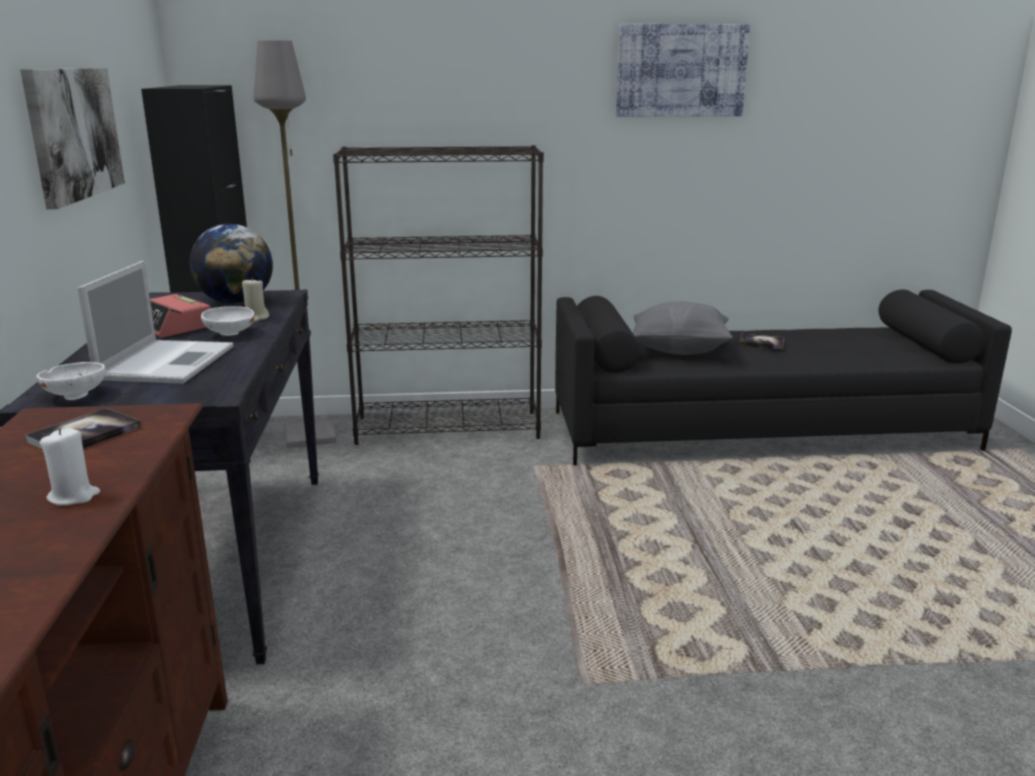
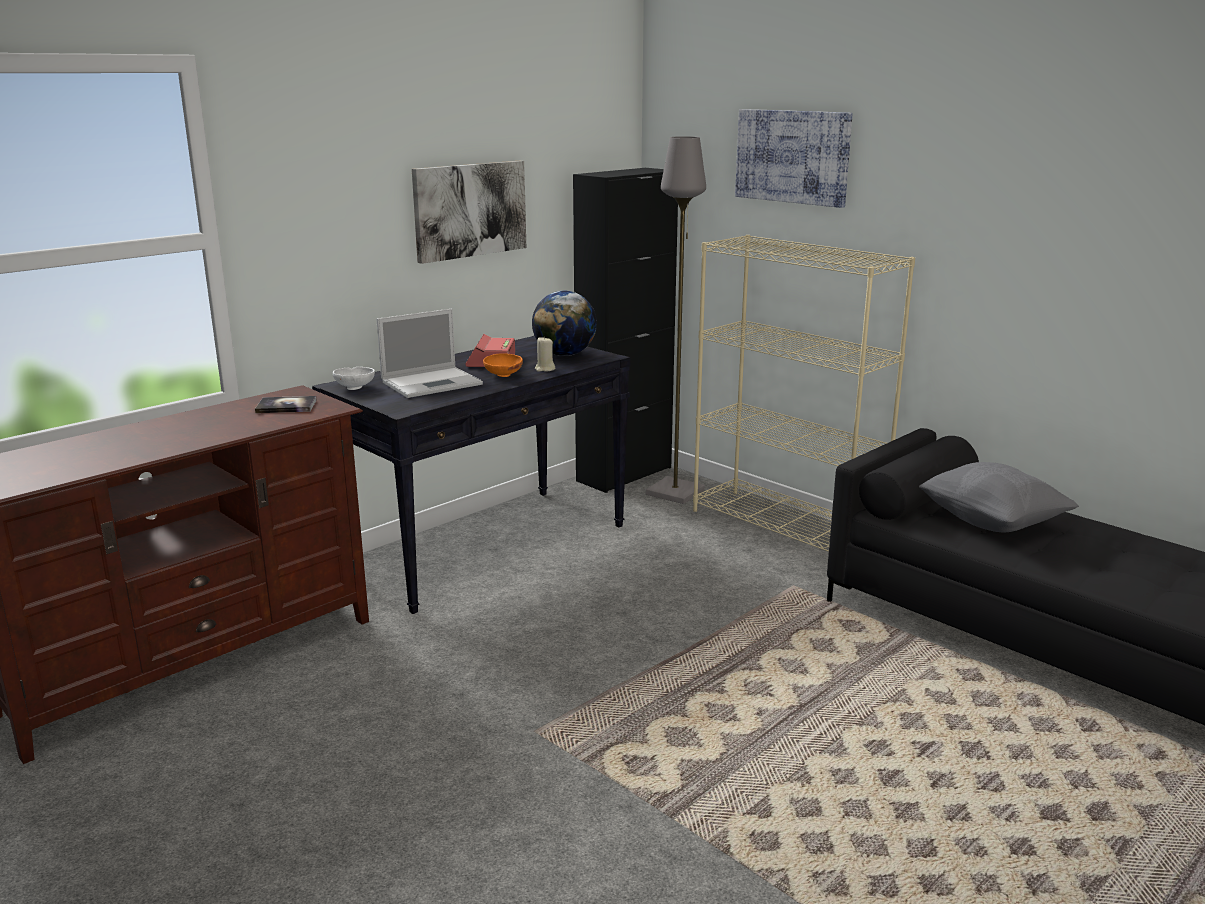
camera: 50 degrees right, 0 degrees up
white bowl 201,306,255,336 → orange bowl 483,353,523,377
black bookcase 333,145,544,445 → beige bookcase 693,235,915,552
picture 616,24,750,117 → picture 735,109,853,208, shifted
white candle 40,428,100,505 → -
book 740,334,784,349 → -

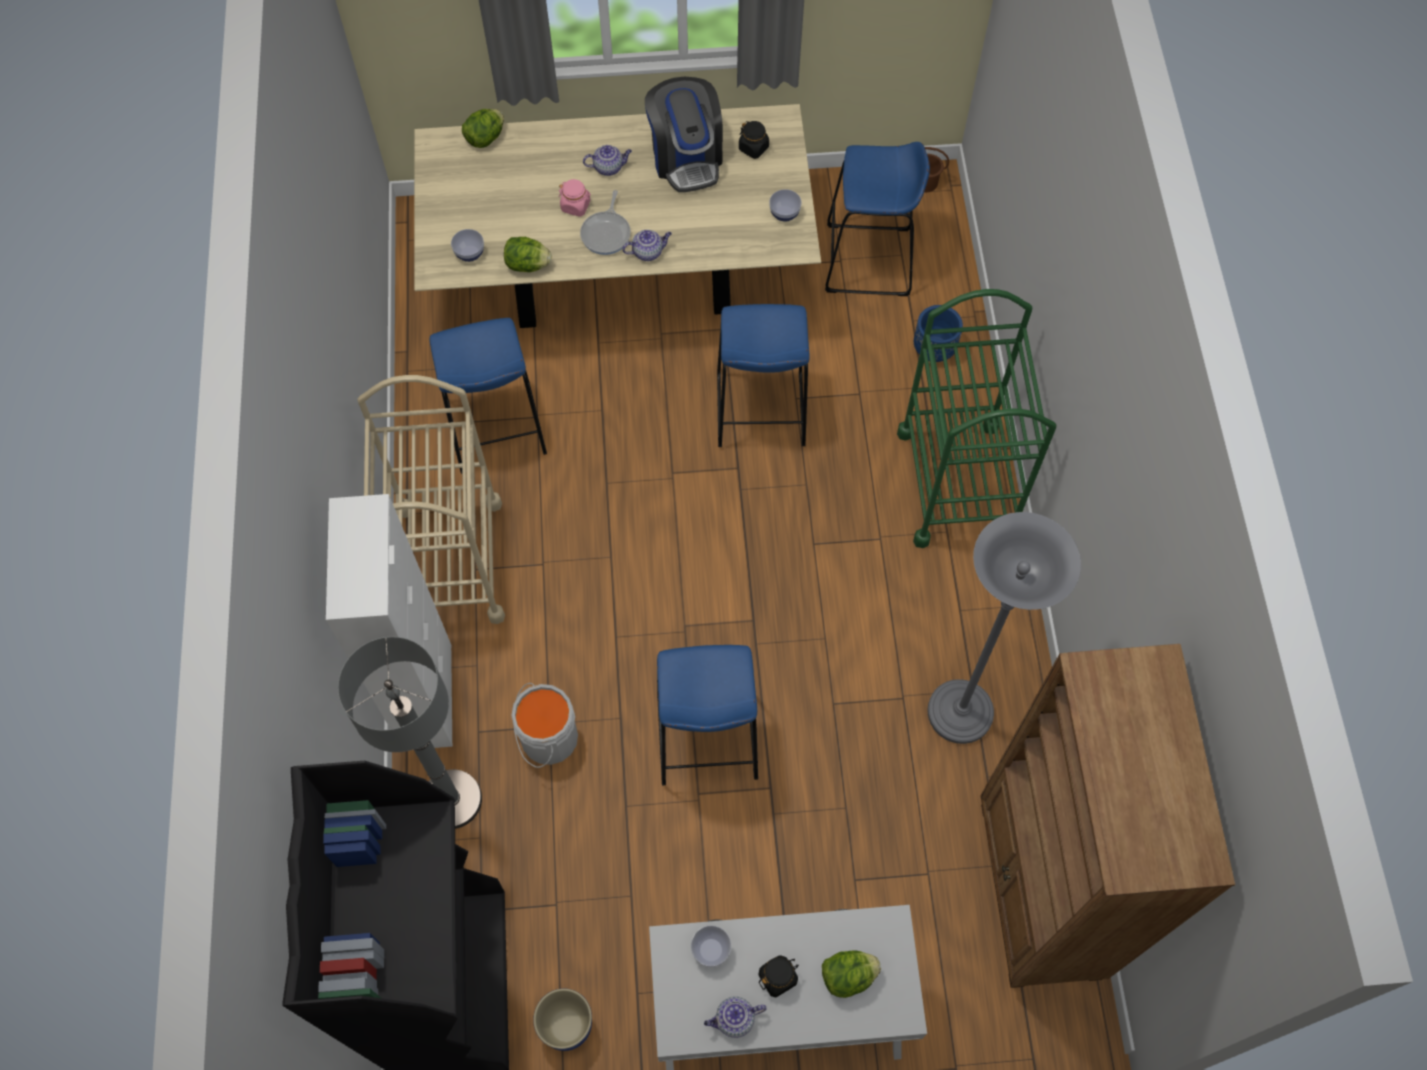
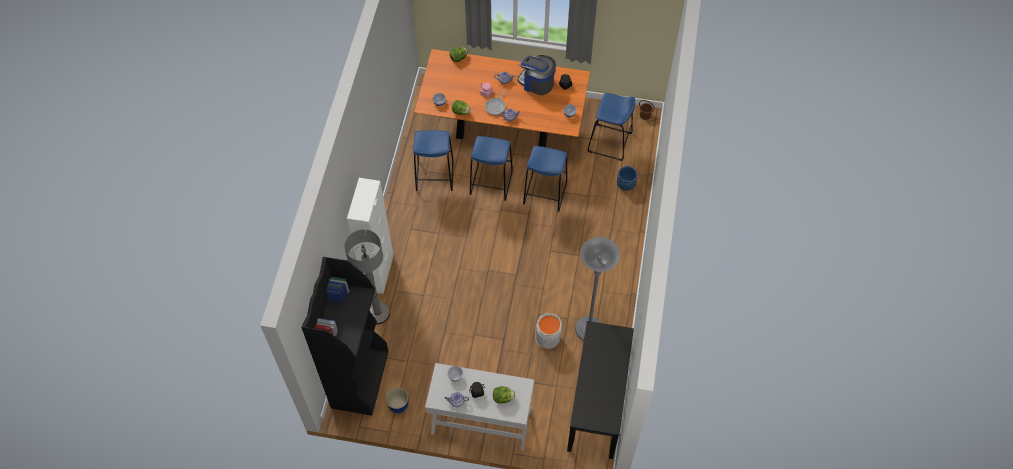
camera: 15 degrees right, 5 degrees down
beige dining table 414,104,821,328 → orange dining table 414,49,590,147
blue stool 657,645,758,786 → blue stool 470,136,513,201, shifted
coffee machine 645,77,723,192 → coffee machine 517,55,556,95, 120 degrees clockwise
grey bucket 511,683,578,768 → grey bucket 535,312,562,349, shifted
brown bookcase 980,644,1235,988 → black console table 567,321,634,459
beige cart 357,375,505,624 → -
green cart 897,289,1056,548 → -

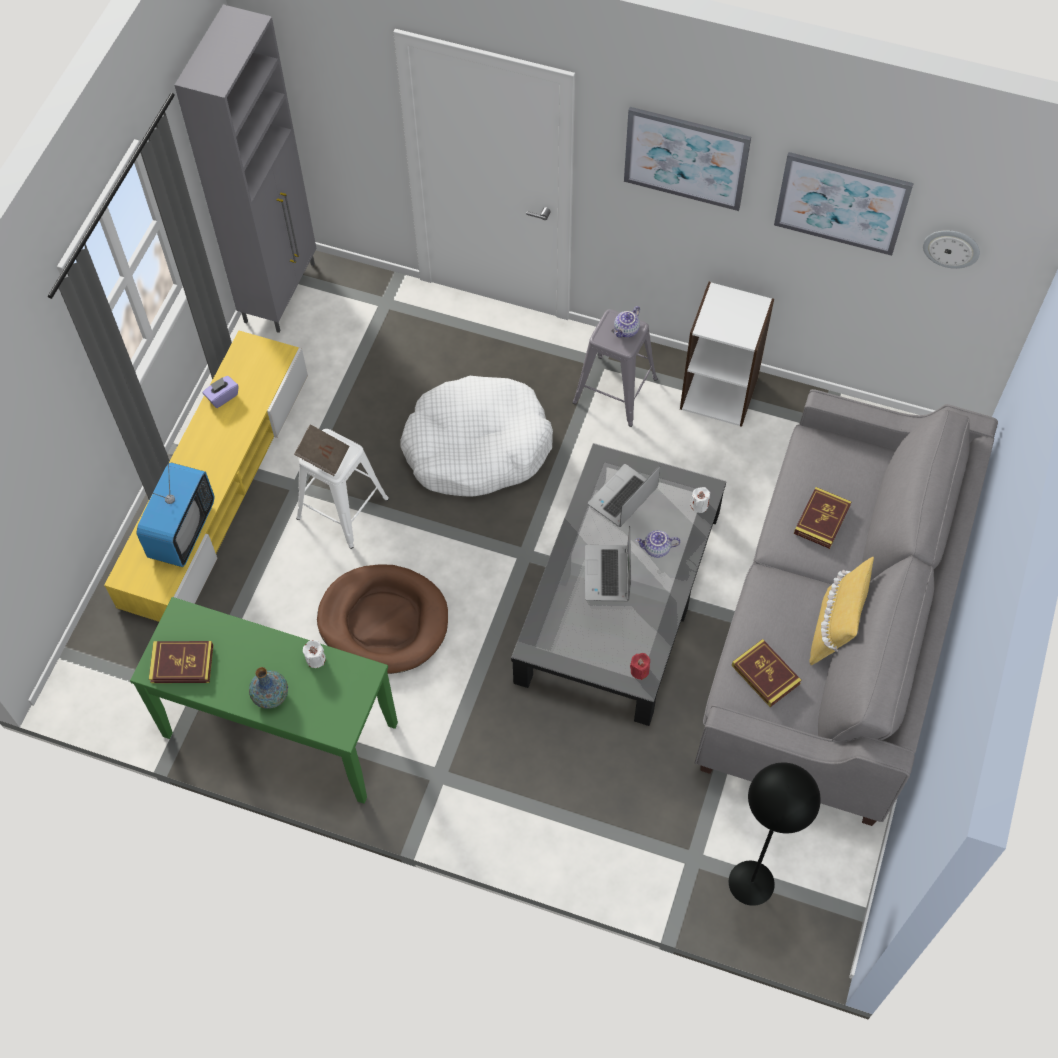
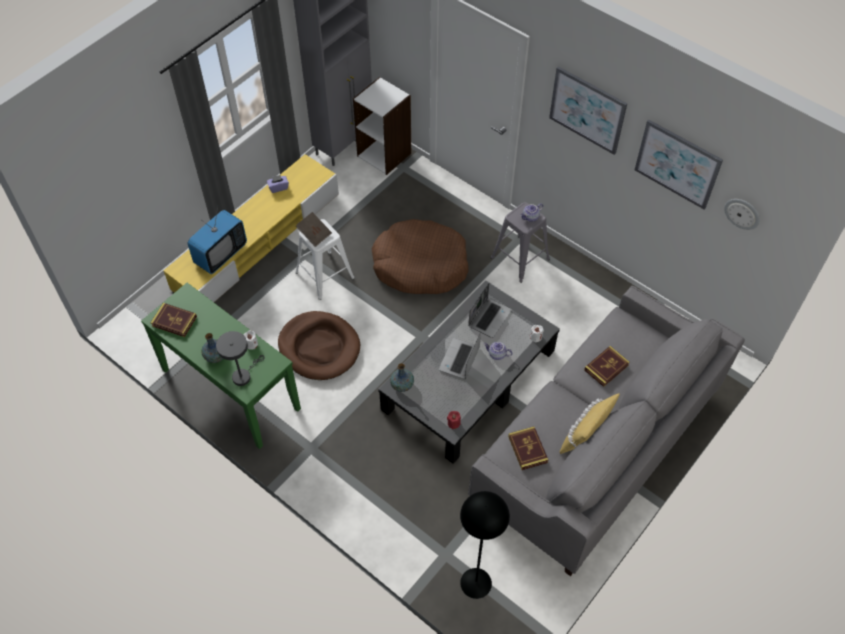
camera: 20 degrees right, 5 degrees down
- → grey table lamp 216,331,264,386
white bookcase 680,282,774,427 → white bookcase 353,77,411,175, shifted
white dog bed 401,376,553,497 → brown dog bed 372,219,469,294
- → vase 390,363,414,392
laptop 588,464,660,527 → laptop 468,283,512,338, 150 degrees clockwise

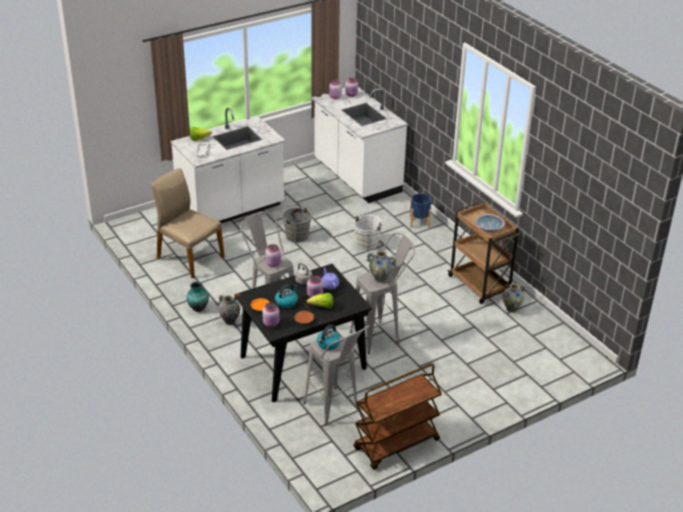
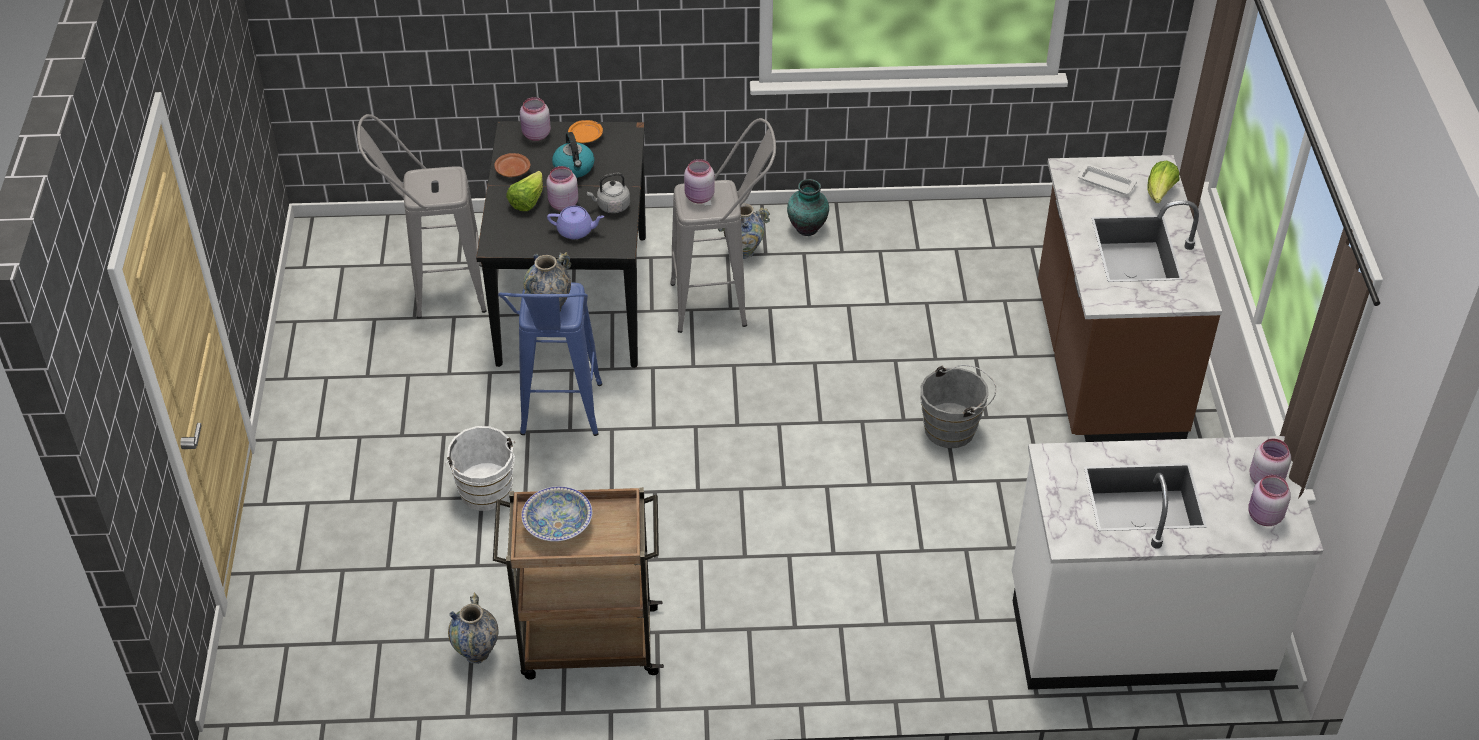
camera: 120 degrees right, 10 degrees up
white bucket 353,213,385,250 → white bucket 445,426,516,511, shifted
grey stool 350,232,415,354 → blue stool 498,282,602,436
white counter 171,108,285,223 → brown counter 1038,155,1222,442
beige chair 151,168,225,278 → -
kettle 317,324,341,350 → -
brown cart 354,363,442,470 → -
blue planter 409,193,431,228 → -

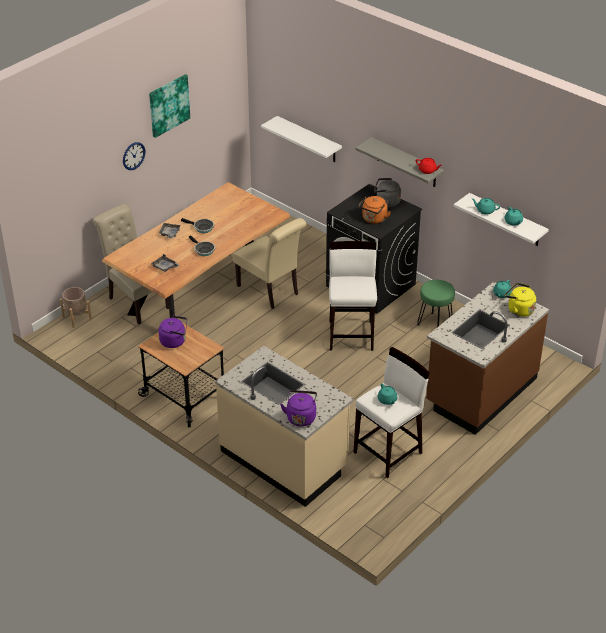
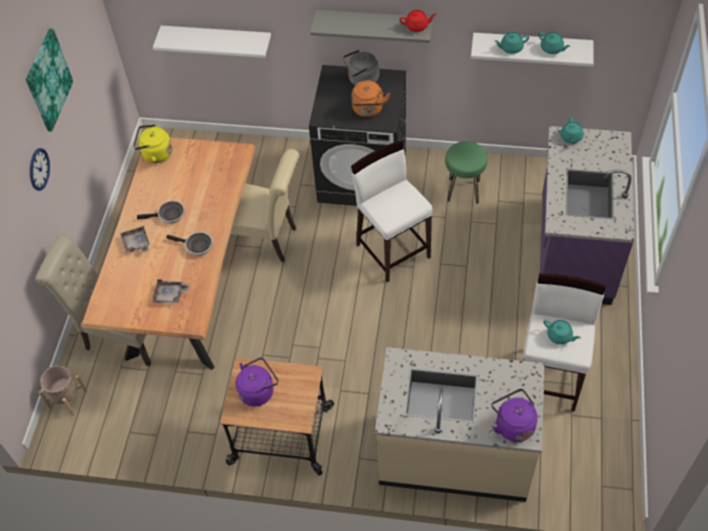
camera: 30 degrees left, 15 degrees up
yellow kettle 505,283,536,317 → yellow kettle 133,124,172,163, shifted
brown counter 426,282,549,435 → purple counter 540,126,634,305

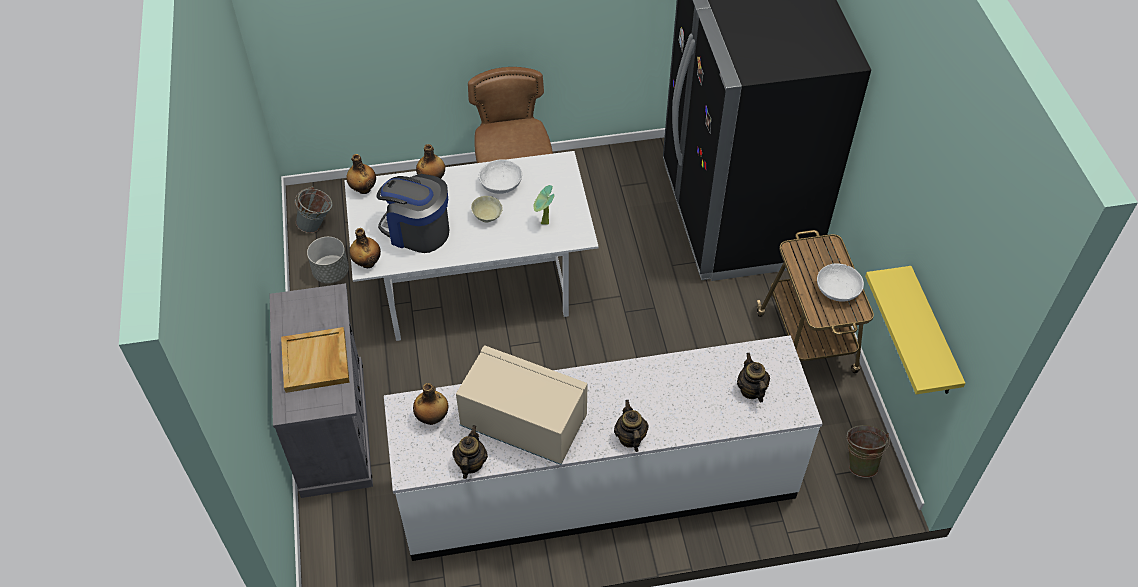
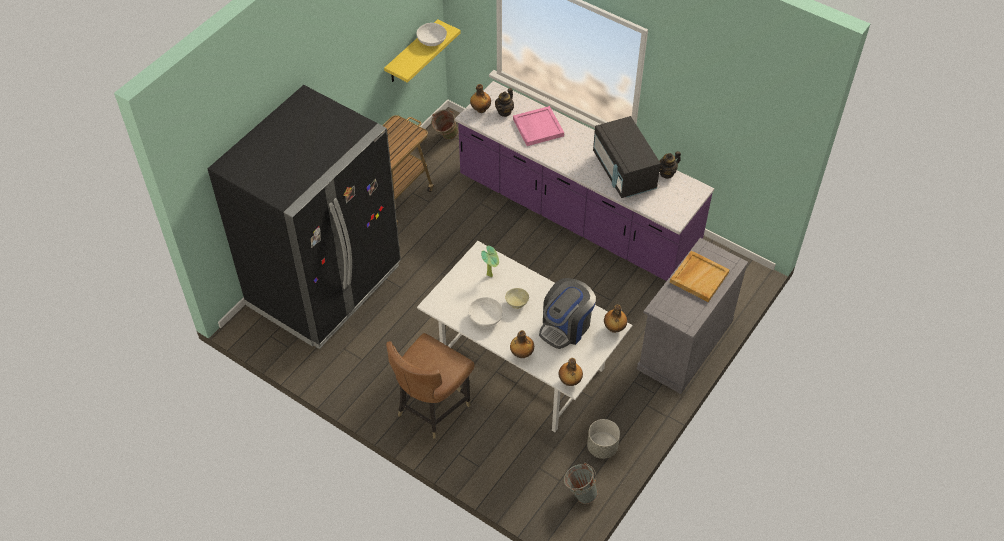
camera: 135 degrees left, 0 degrees up
white bowl 817,263,864,301 → white bowl 416,23,447,46, shifted
white counter 384,335,823,561 → purple counter 455,81,714,281
bottle 413,383,448,425 → bottle 470,84,491,113, shifted
- → pink tray 513,106,564,146
coffee machine 377,174,449,253 → coffee machine 539,278,596,349, 60 degrees clockwise
beige microwave 456,345,588,465 → black microwave 593,116,661,198
teapot 614,400,649,452 → -

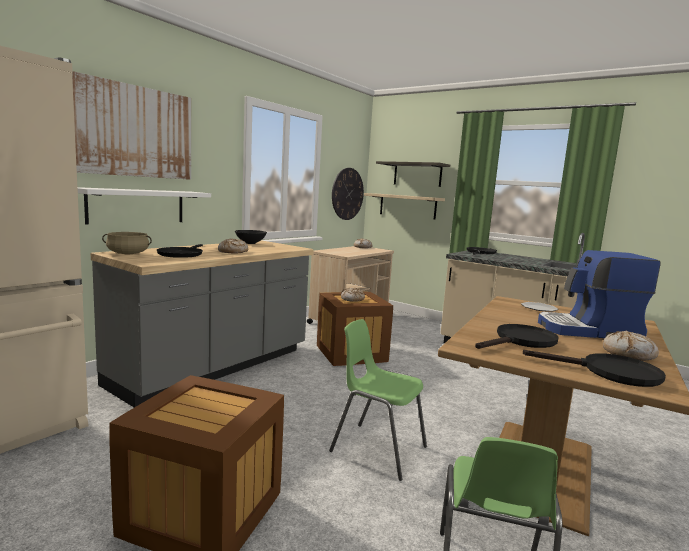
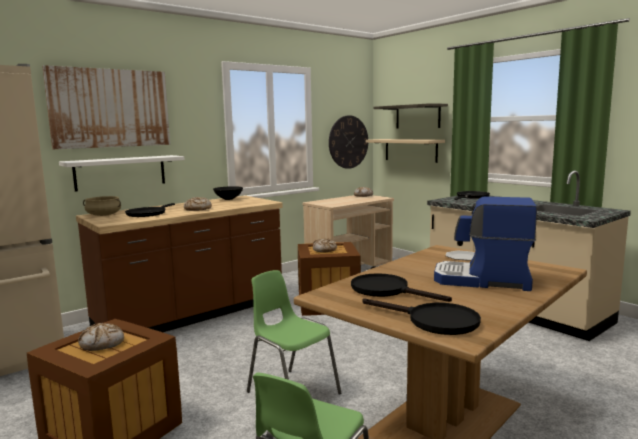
camera: 15 degrees right, 0 degrees up
grey counter 90,241,314,407 → brown counter 76,195,283,332
bread 603,330,659,361 → bread 78,323,124,351, shifted
black frying pan 475,324,559,349 → black frying pan 351,273,452,302, 120 degrees counterclockwise

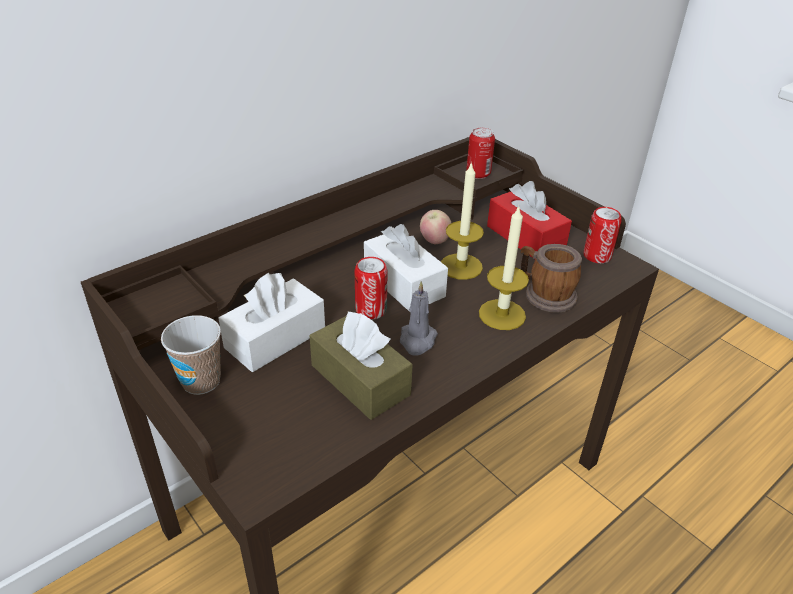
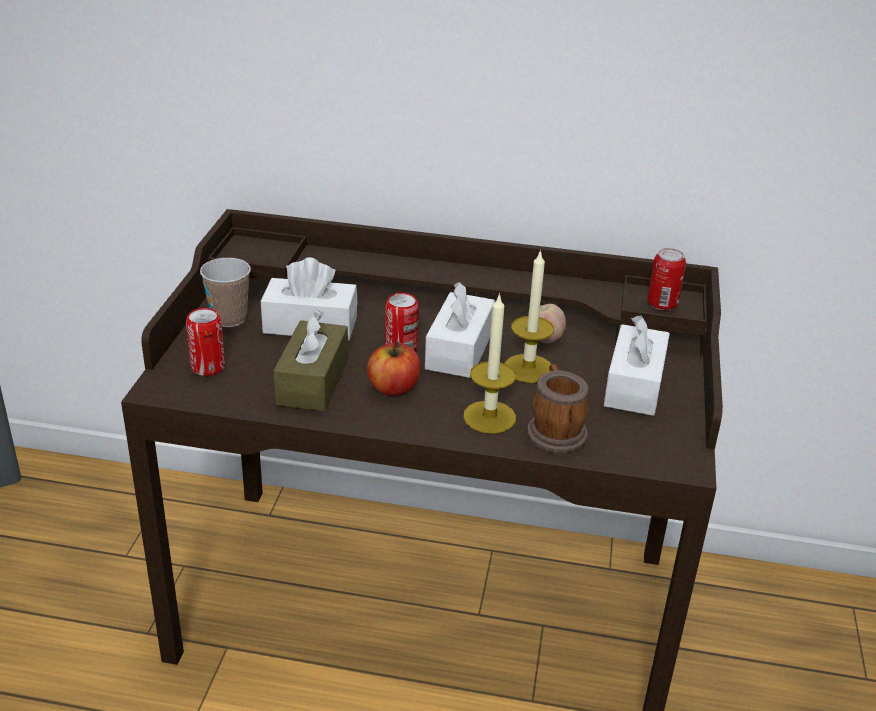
camera: 50 degrees right, 5 degrees down
can 583,207,621,264 → can 186,308,225,376, shifted
grey candle 400,281,438,356 → apple 367,341,421,396
red tissue box 487,181,572,258 → white tissue box 604,315,670,416

